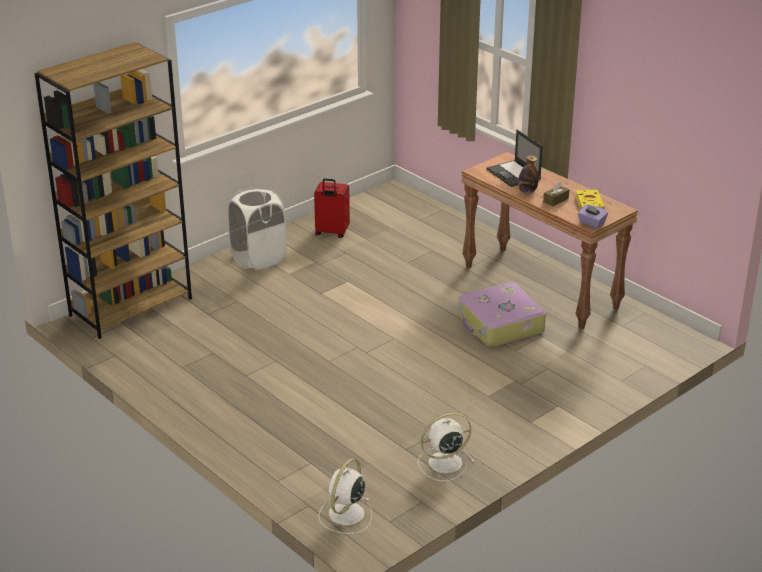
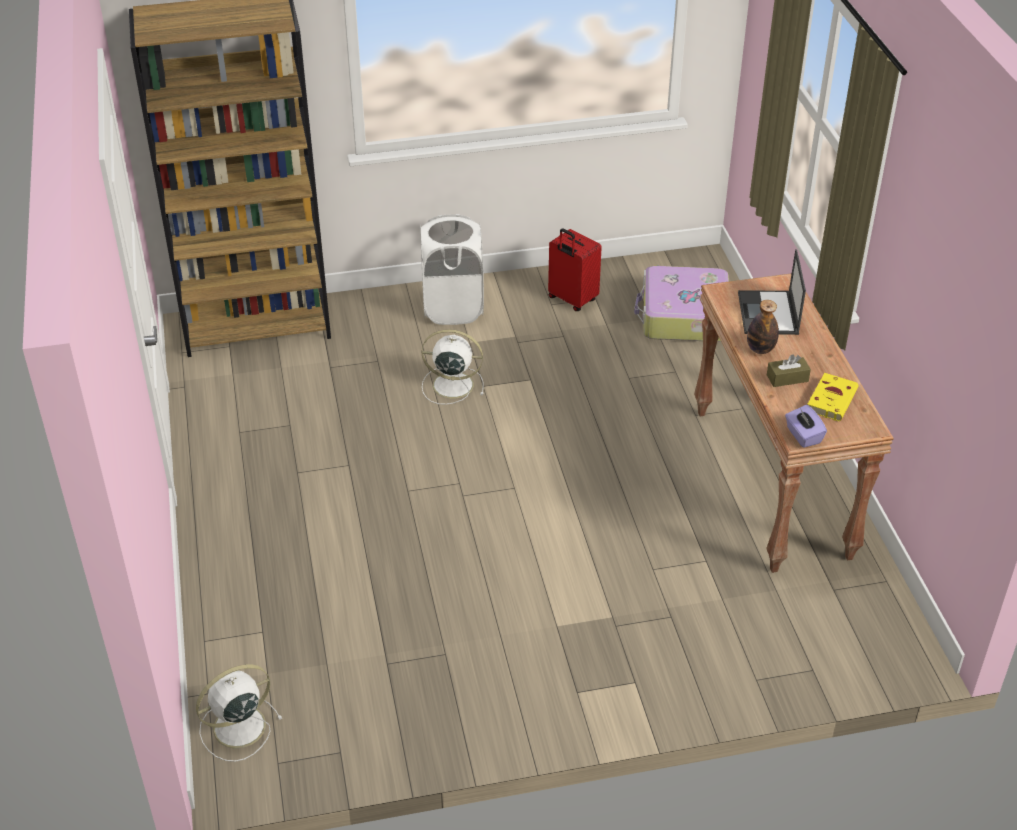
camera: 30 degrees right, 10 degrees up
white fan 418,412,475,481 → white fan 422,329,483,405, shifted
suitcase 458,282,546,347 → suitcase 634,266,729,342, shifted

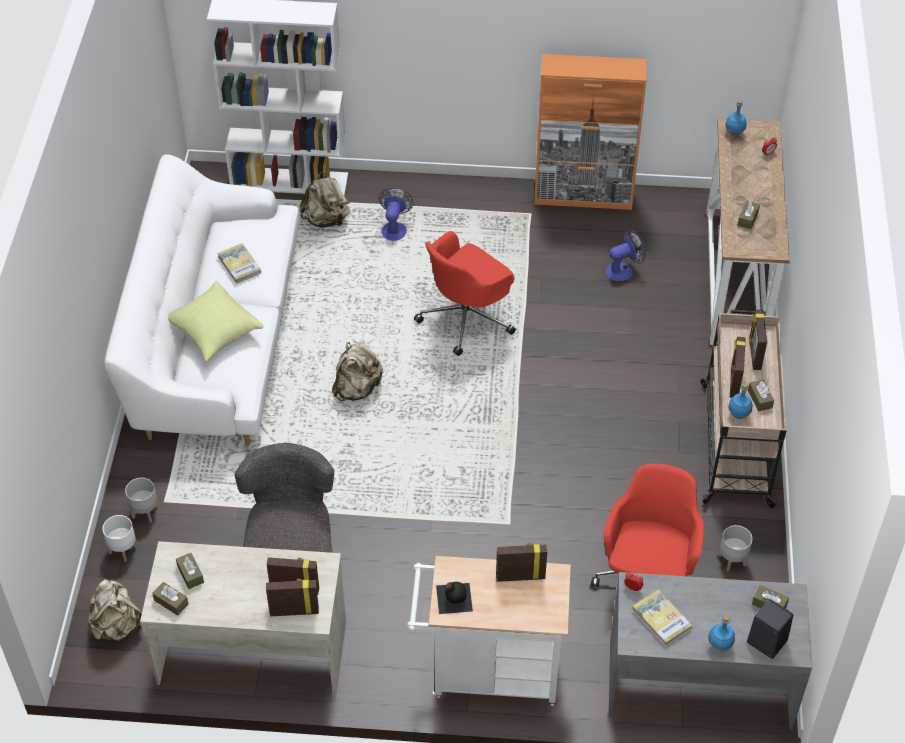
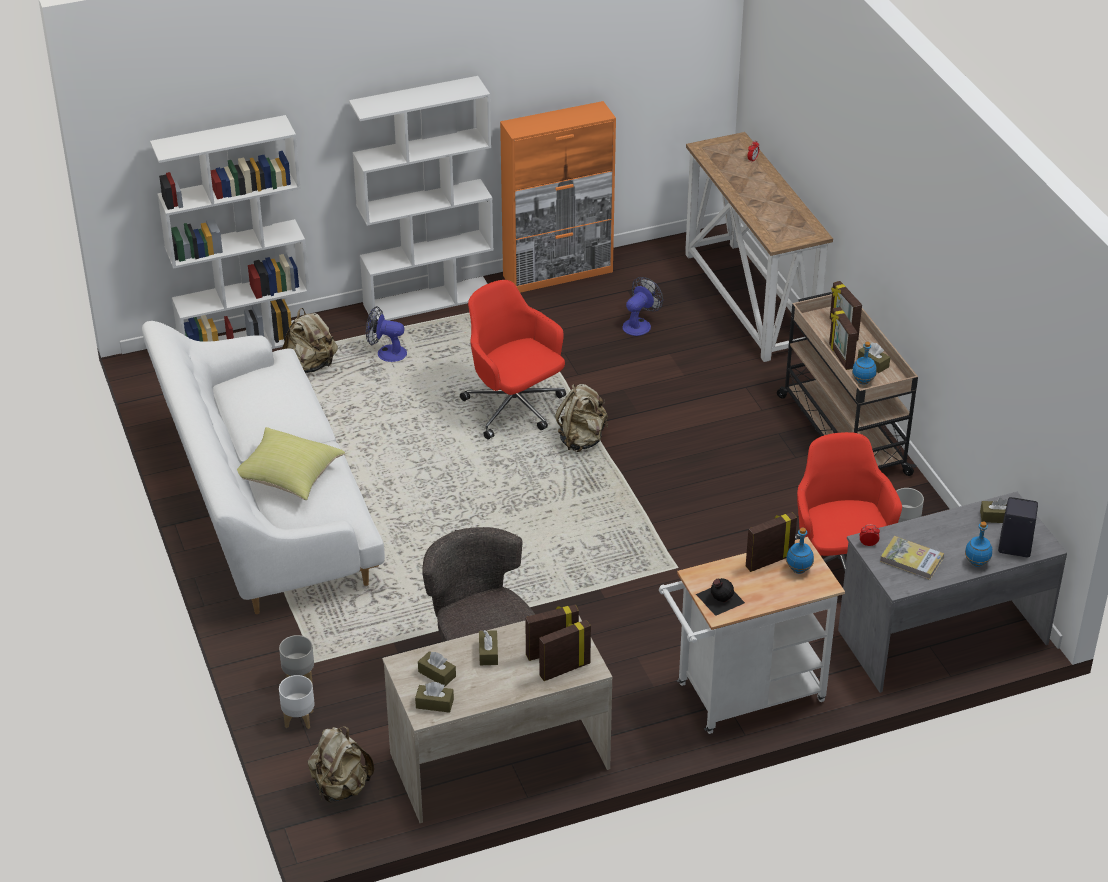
camera: 25 degrees left, 10 degrees down
- → white bookcase 349,76,494,321
fan 379,187,414,241 → fan 366,306,407,362, 60 degrees counterclockwise
red office chair 414,231,516,356 → red office chair 460,280,566,440, 120 degrees clockwise
brown tissue box 737,200,760,229 → brown tissue box 479,630,498,665, shifted
beige backpack 332,342,383,401 → beige backpack 556,384,608,452, shifted
blue bottle 725,100,747,136 → blue bottle 786,528,814,574, shifted
book 217,243,261,284 → -

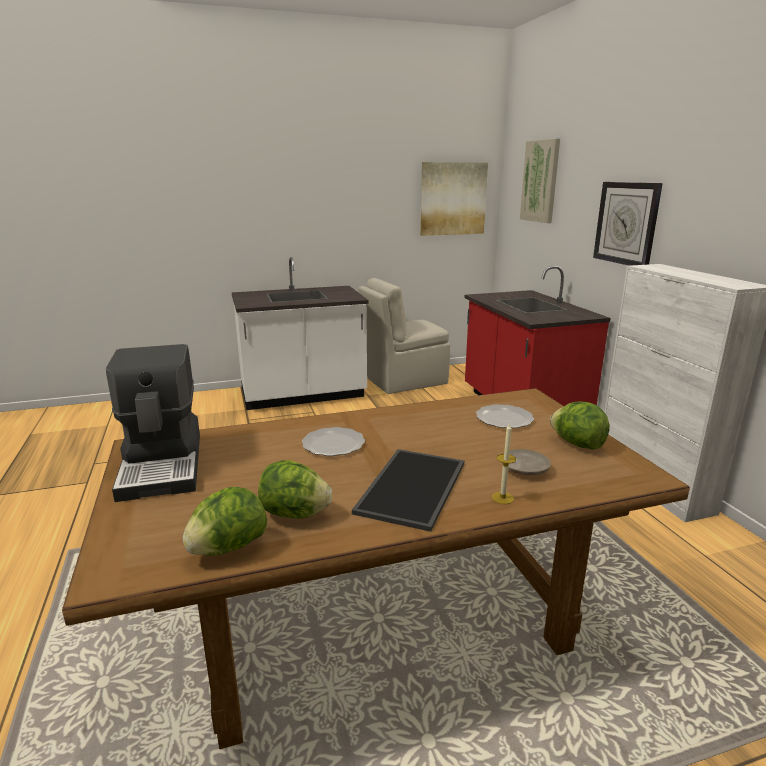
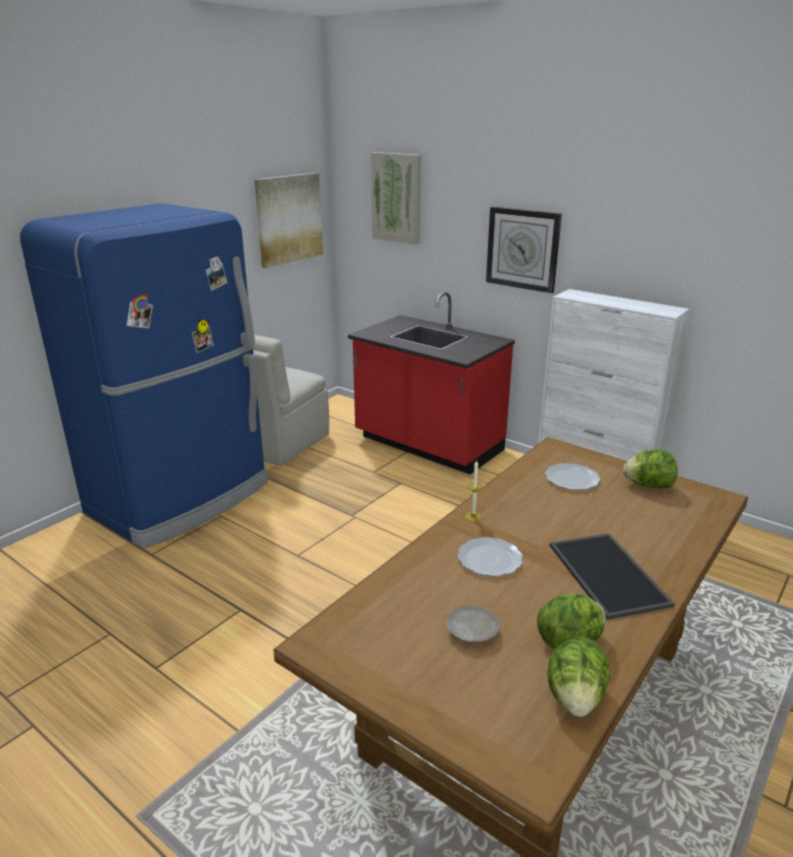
camera: 35 degrees left, 5 degrees up
white counter 232,257,369,410 → blue fridge 20,203,268,549
beige plate 508,449,551,475 → beige plate 446,605,500,644, shifted
candle 492,423,516,504 → candle 465,460,483,522, shifted
coffee machine 106,344,200,502 → -

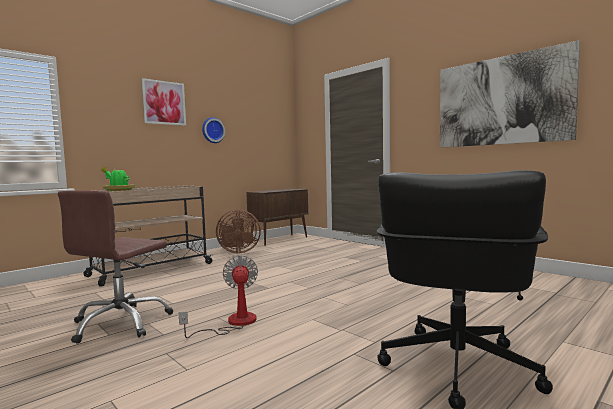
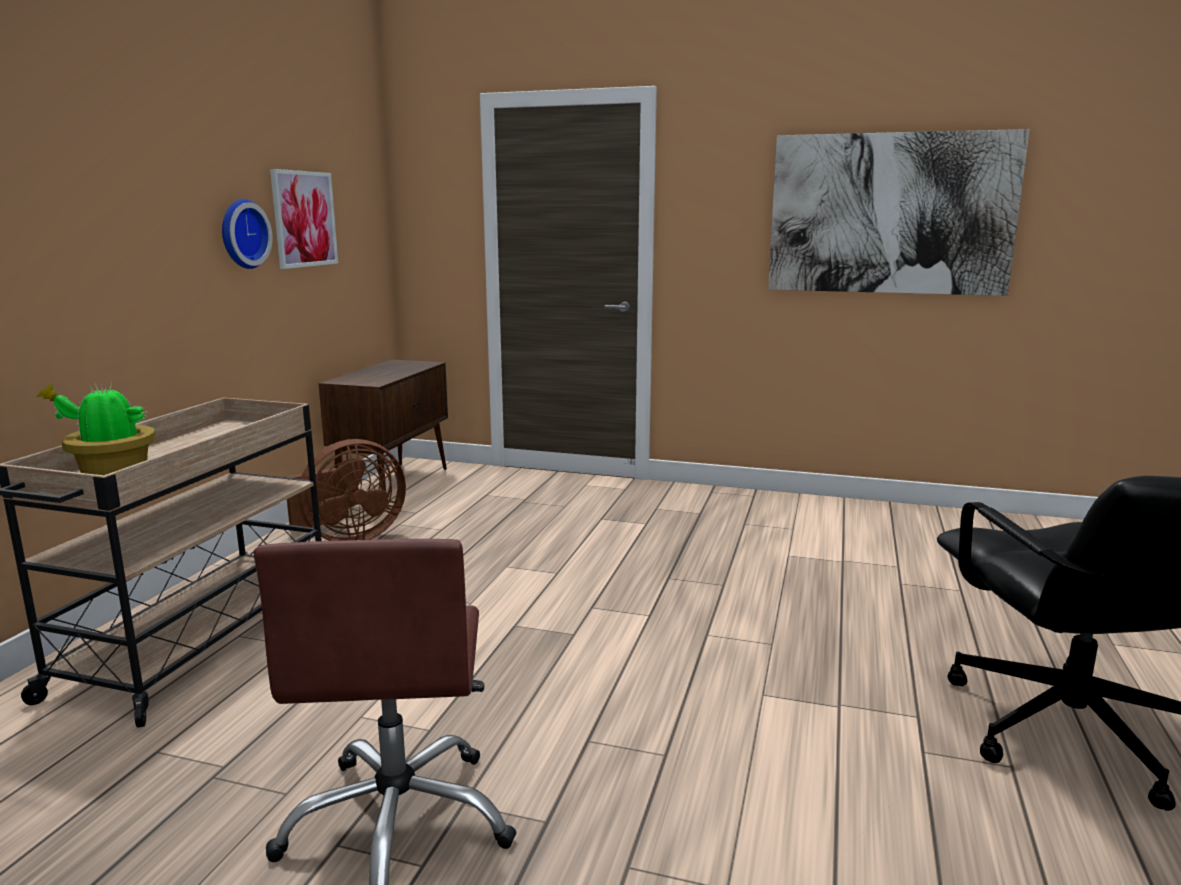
camera: 30 degrees left, 10 degrees up
picture 141,78,186,126 → picture 270,169,338,269, shifted
fan 179,255,258,338 → -

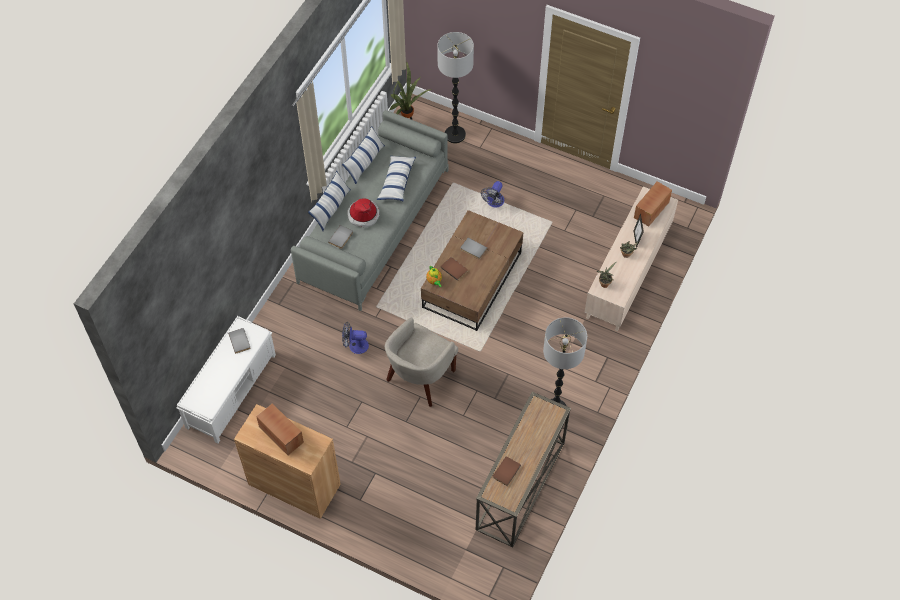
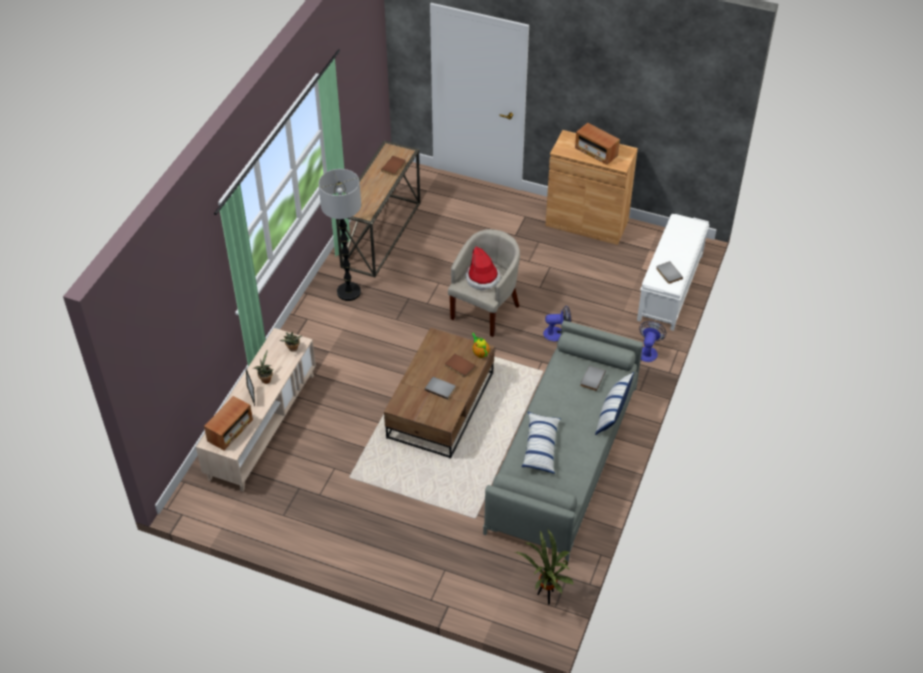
camera: 175 degrees right, 10 degrees down
hat 347,198,379,228 → hat 465,247,501,290, shifted
fan 481,181,504,208 → fan 639,321,666,362, shifted
pillow 342,126,385,184 → -
floor lamp 437,32,474,144 → -

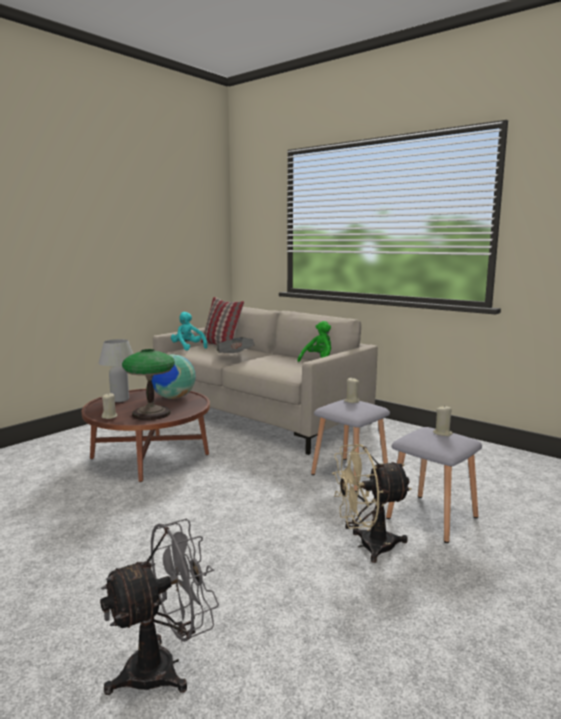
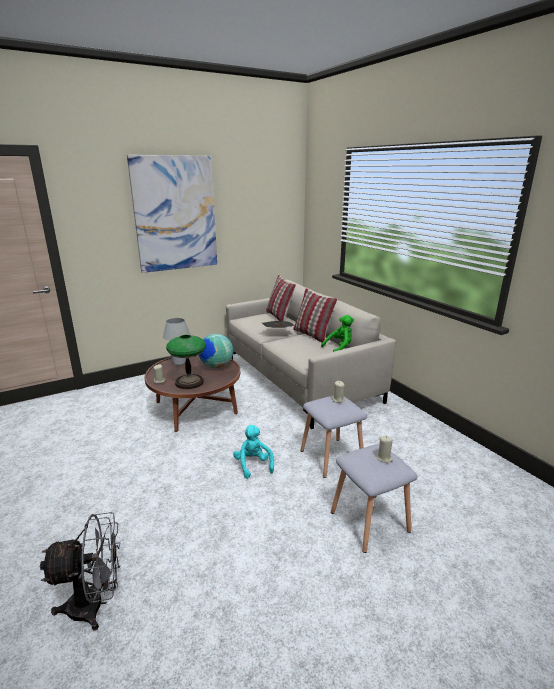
camera: 20 degrees right, 10 degrees up
- → picture 127,155,217,273
turquoise plush toy 171,312,208,351 → turquoise plush toy 233,425,274,479, shifted
- → pillow 293,288,337,343
beige fan 332,444,412,563 → -

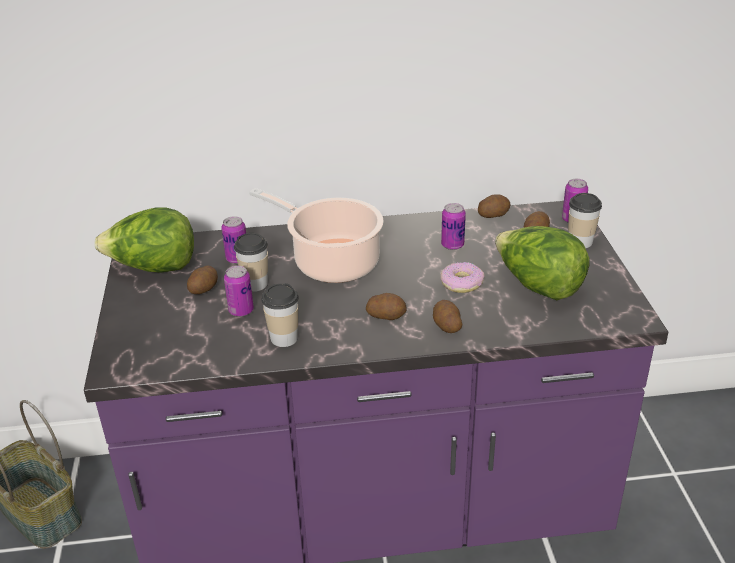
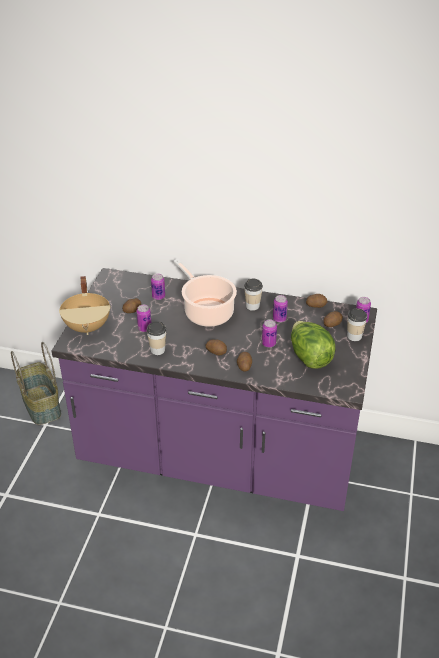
camera: 20 degrees right, 5 degrees up
- → beige cooking pot 59,276,110,335
cup 234,233,268,292 → cup 244,279,263,311, shifted
donut 441,262,484,293 → can 262,319,277,347
lettuce 94,207,194,273 → -

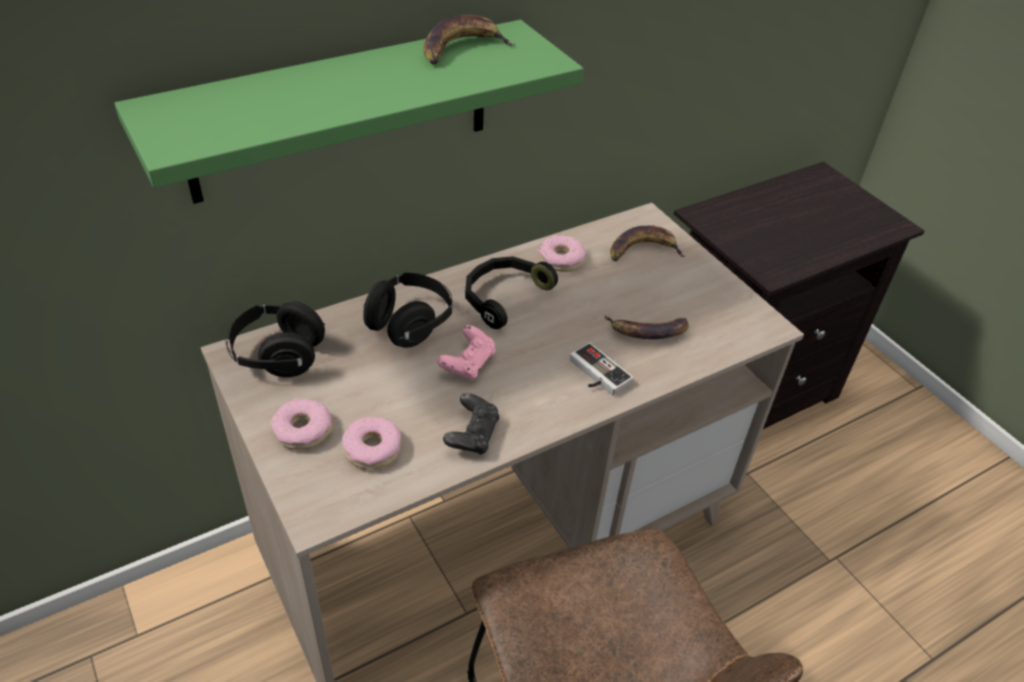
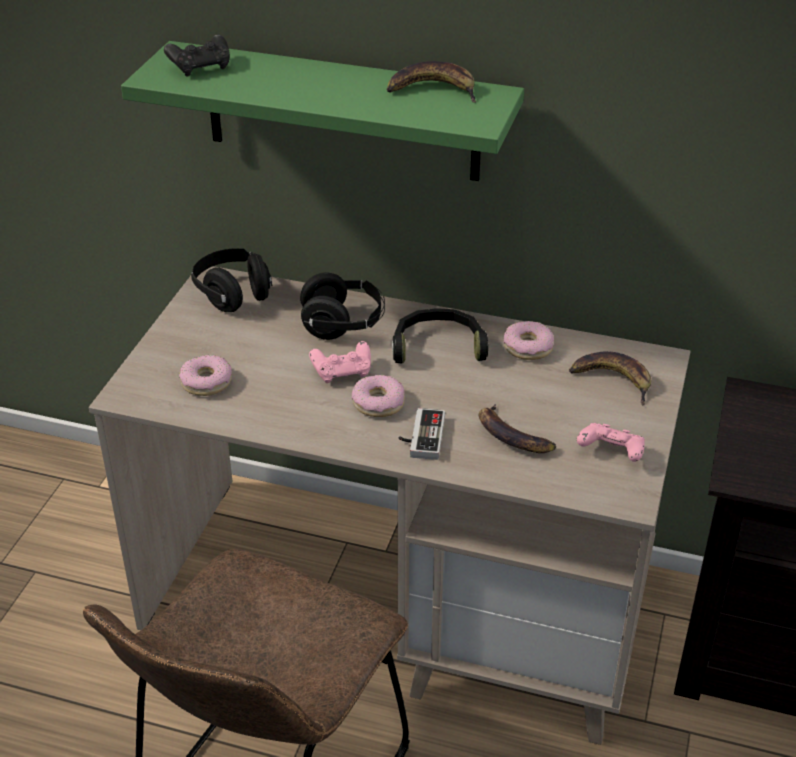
camera: 50 degrees right, 5 degrees down
black game controller 443,393,500,455 → black game controller 164,35,230,77, shifted
donut 270,398,332,450 → donut 352,375,405,417, shifted
- → pink game controller 577,423,645,462

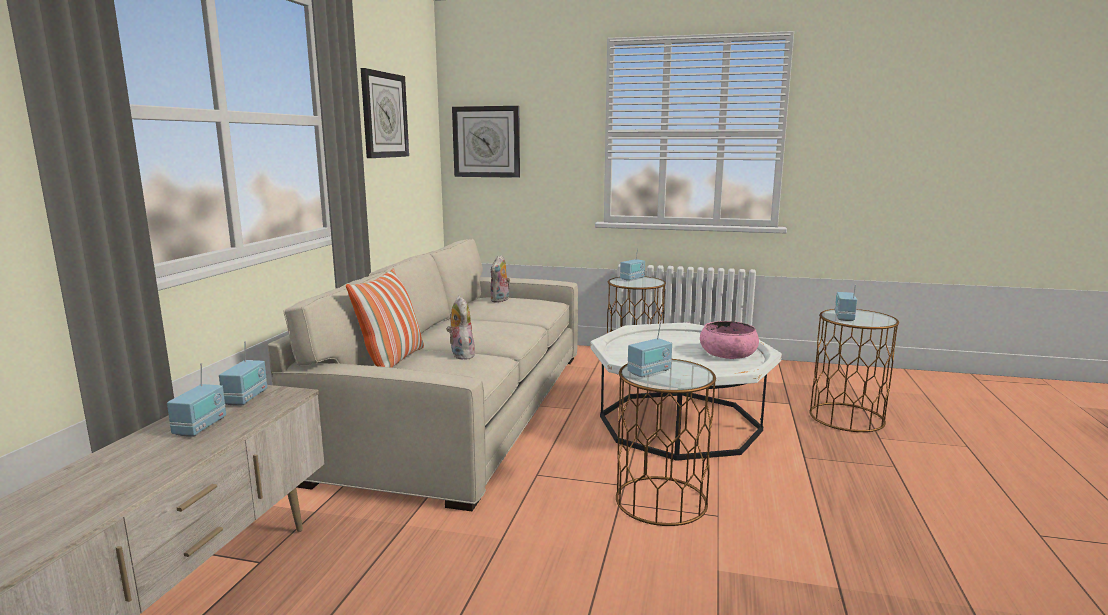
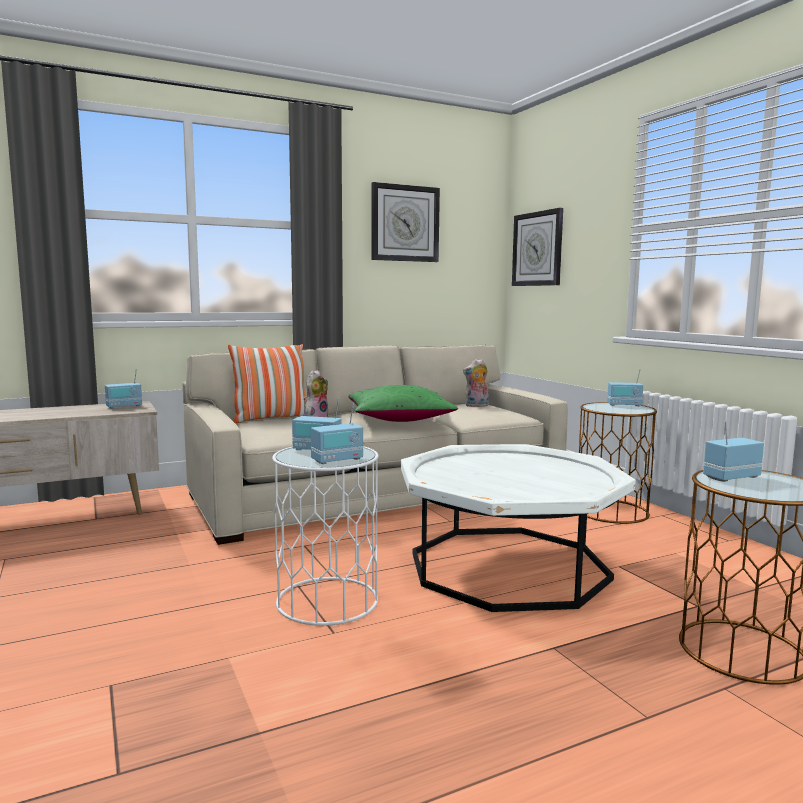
camera: 50 degrees right, 5 degrees down
brown side table 616,359,716,526 → white side table 272,446,379,626
radio 167,363,226,437 → radio 311,403,363,464, shifted
- → green pillow 348,385,458,422
pink bowl 700,321,759,359 → -

